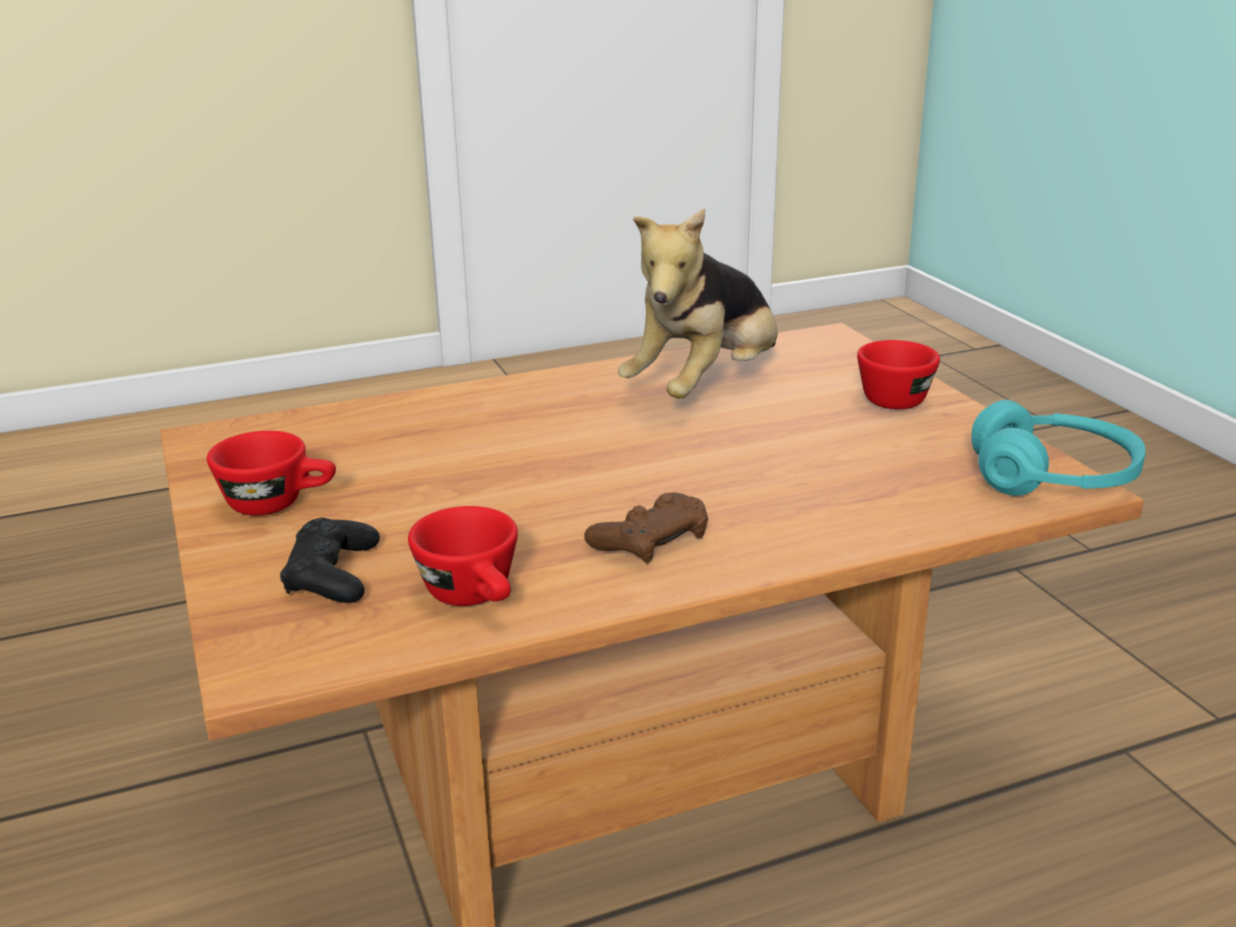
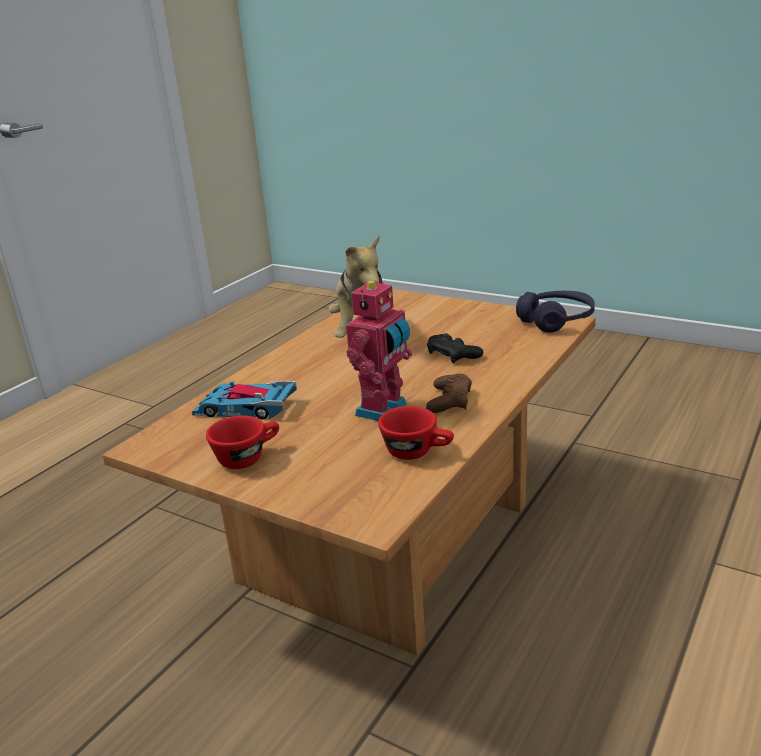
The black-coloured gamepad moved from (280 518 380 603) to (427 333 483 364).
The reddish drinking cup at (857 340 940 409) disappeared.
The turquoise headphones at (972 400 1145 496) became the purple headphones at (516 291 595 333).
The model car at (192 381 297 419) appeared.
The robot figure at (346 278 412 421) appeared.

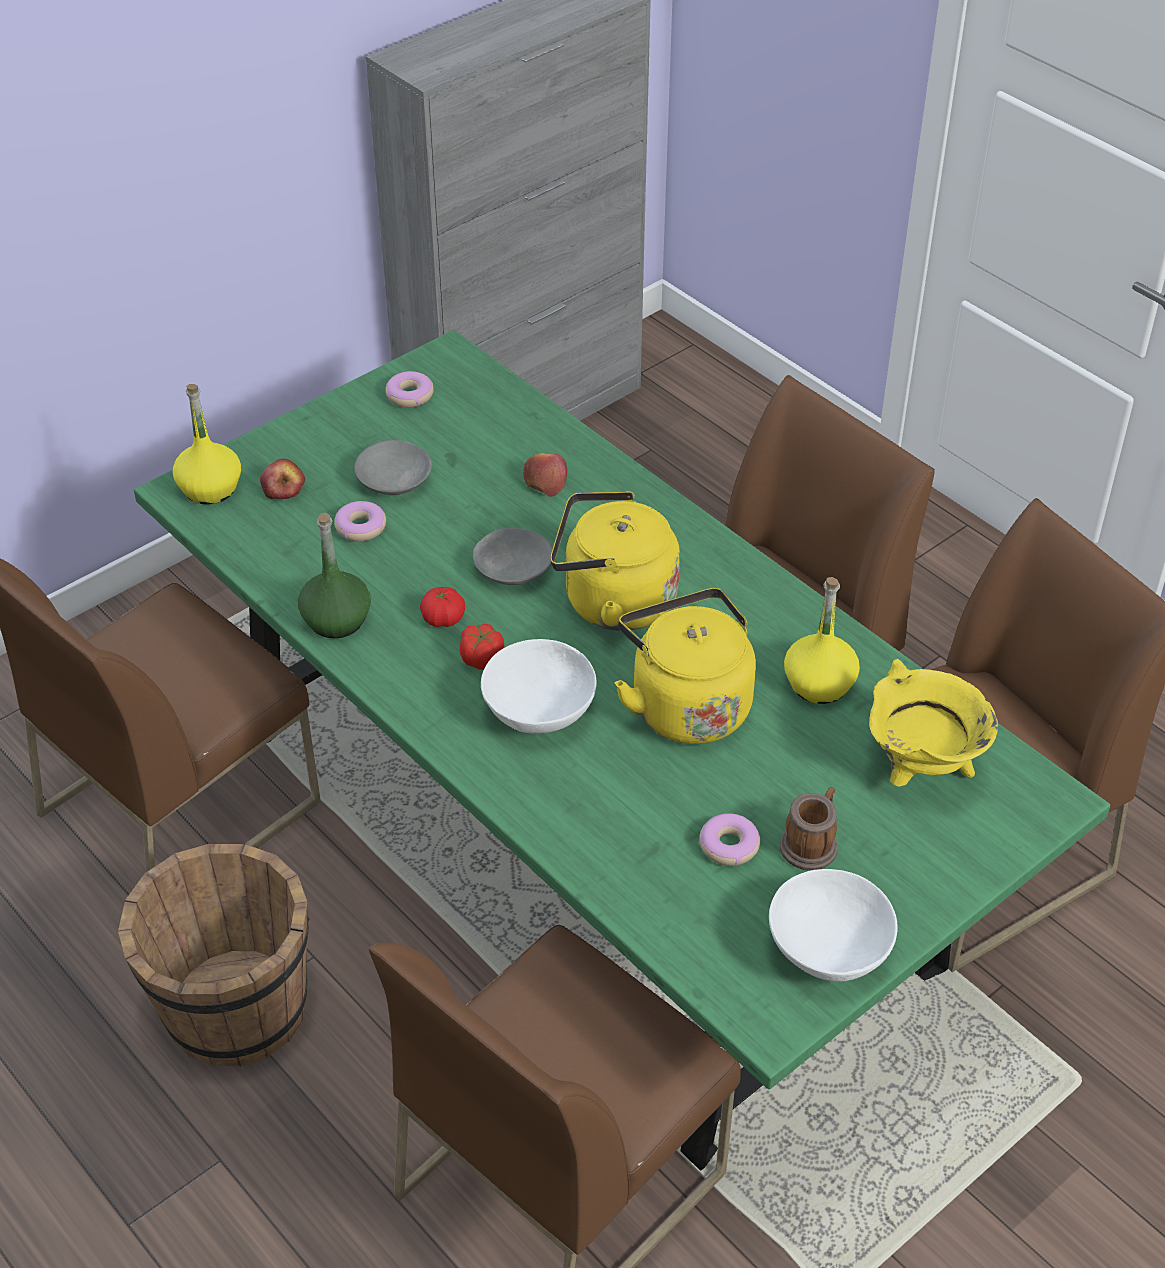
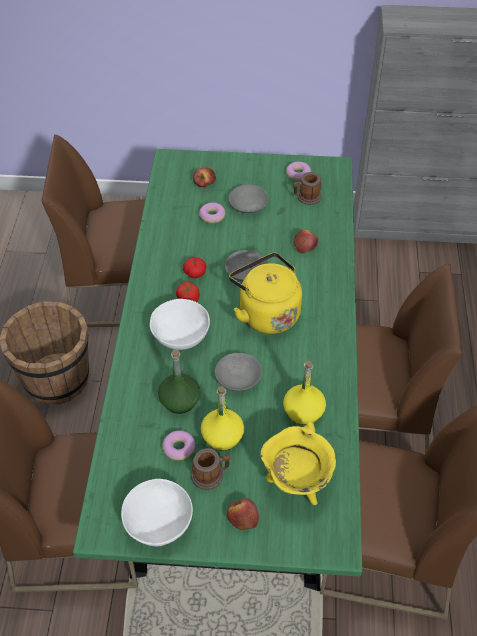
The yellow beverage bottle moved from (173 384 241 505) to (201 387 244 451).
The greenish beverage bottle moved from (298 513 371 638) to (158 350 200 414).
The yellow water kettle at (615 588 756 744) was replaced by the greyish deep dish at (215 353 262 391).
The apple fruit at (227 498 259 530) appeared.
The tea mug at (293 172 322 205) appeared.

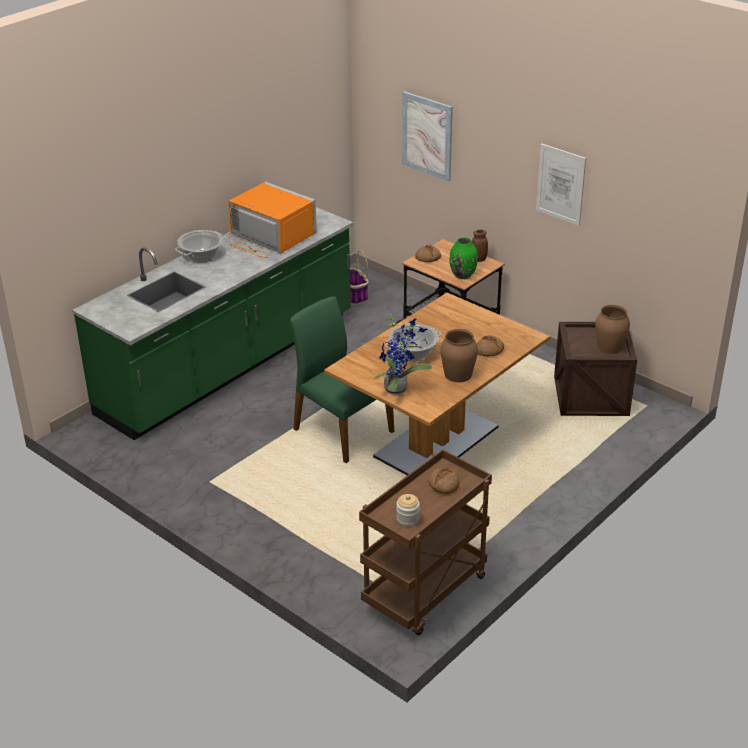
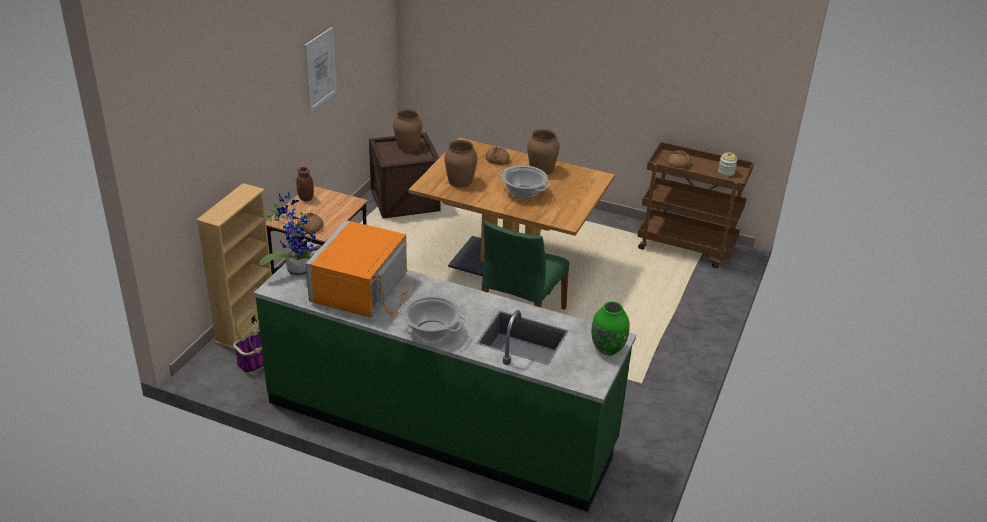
The plant in a pot moved from (375 313 432 395) to (259 192 321 276).
The wall art at (402 91 453 181) disappeared.
The greenish flower vase moved from (449 237 478 279) to (591 302 629 355).
The beige-coloured shelving unit at (196 183 272 350) appeared.
The brownish flower vase at (444 140 477 187) appeared.

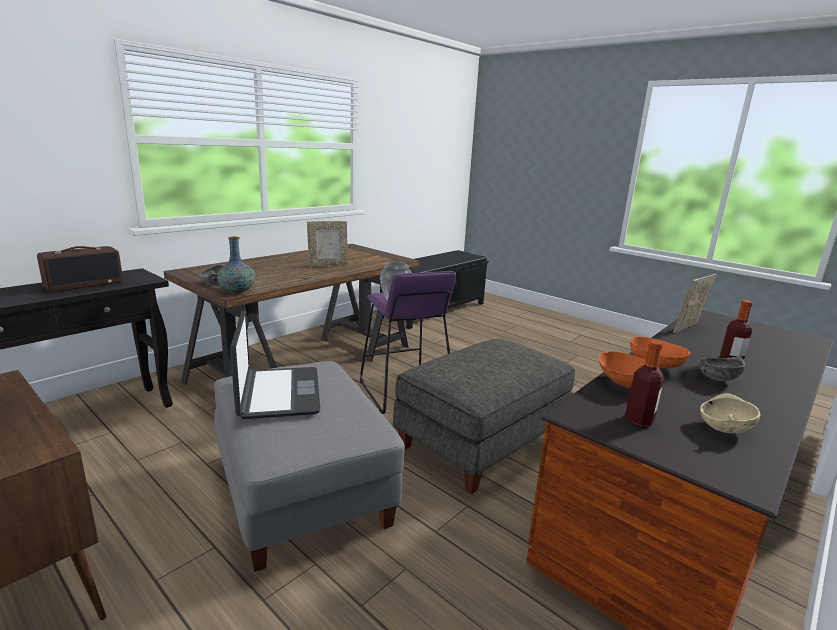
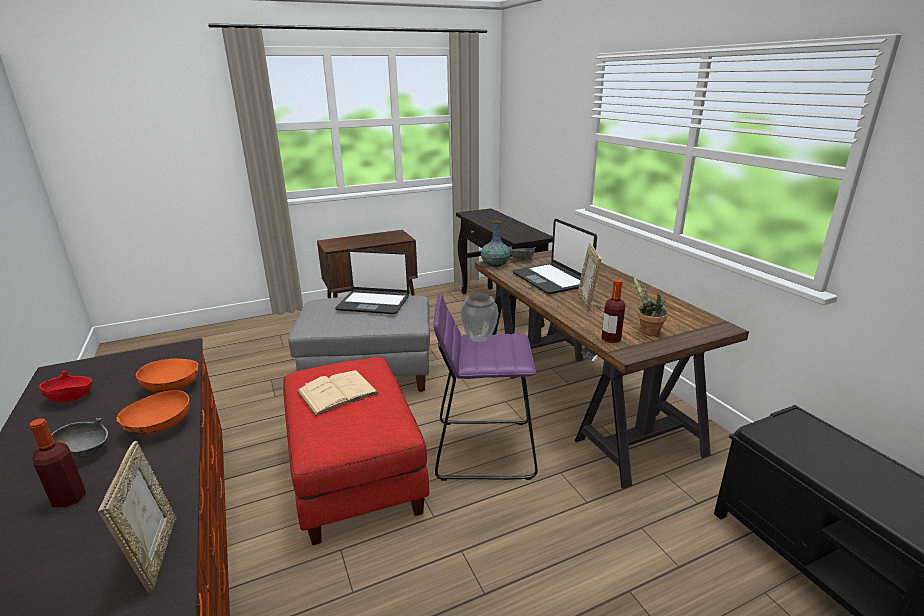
The radio set at (37 246 123 292) disappeared.
The greyish ottoman at (393 339 575 494) became the reddish ottoman at (283 357 429 545).
The beverage bottle moved from (625 341 664 426) to (601 279 625 343).
The beige-coloured deep dish at (700 393 761 433) became the reddish deep dish at (39 371 92 402).
The beige-coloured volume at (297 370 379 416) appeared.
The portable computer at (512 219 597 294) appeared.
The plant in a pot at (633 276 668 336) appeared.

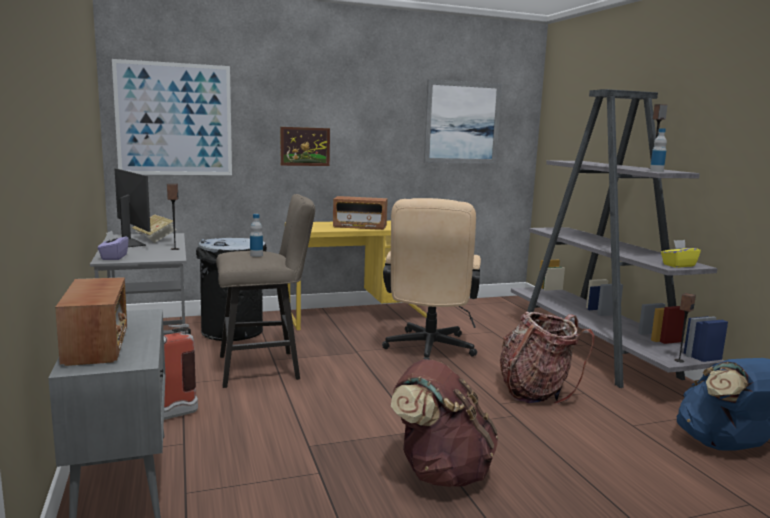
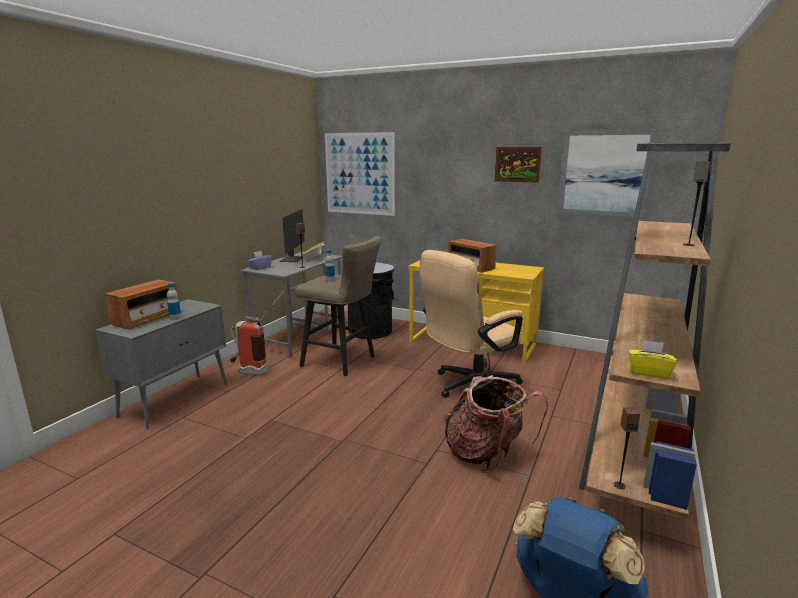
The wall art moved from (280 127 330 166) to (494 147 542 183).
The brownish backpack at (391 359 498 487) disappeared.
The greyish shelving unit at (511 89 728 388) became the brownish shelving unit at (579 143 731 520).
The beverage bottle moved from (650 128 667 172) to (167 283 182 320).

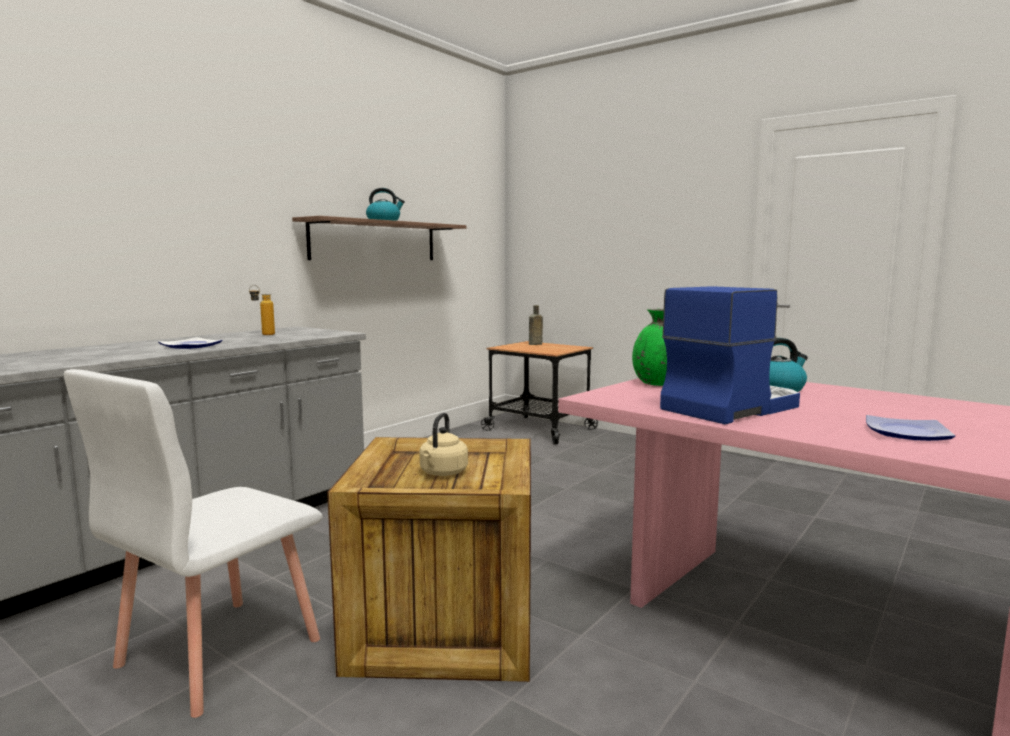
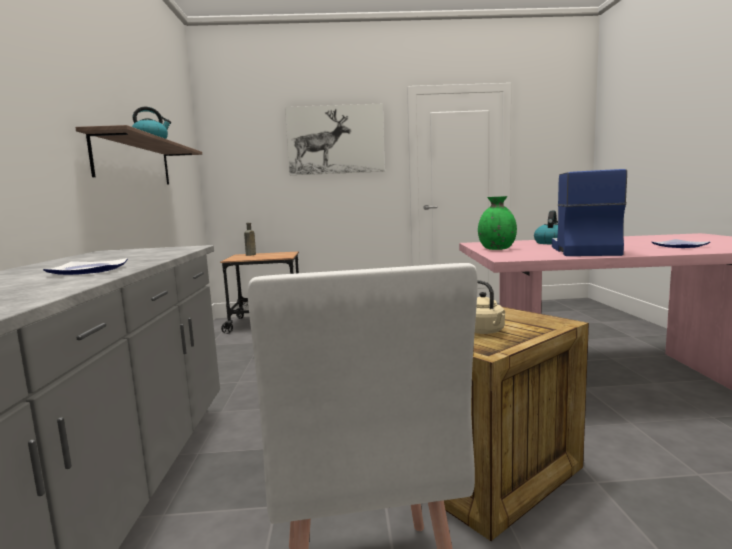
The beverage bottle at (249 285 275 335) disappeared.
The wall art at (285 104 385 175) appeared.

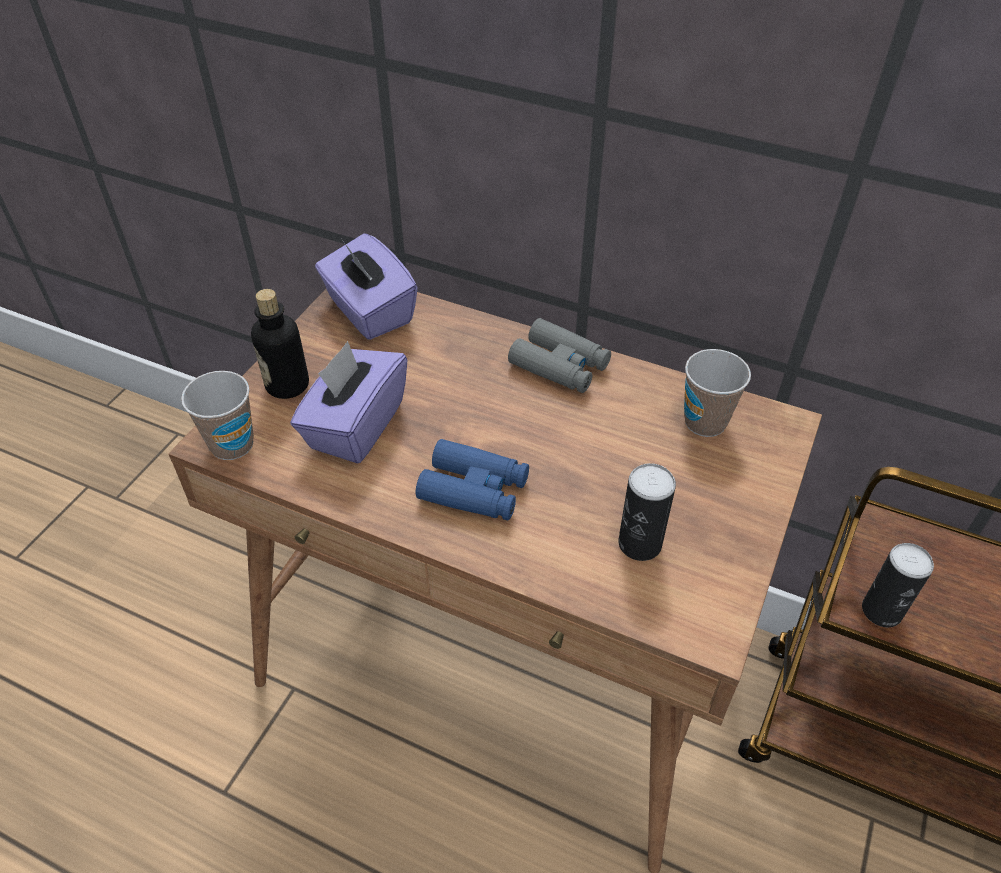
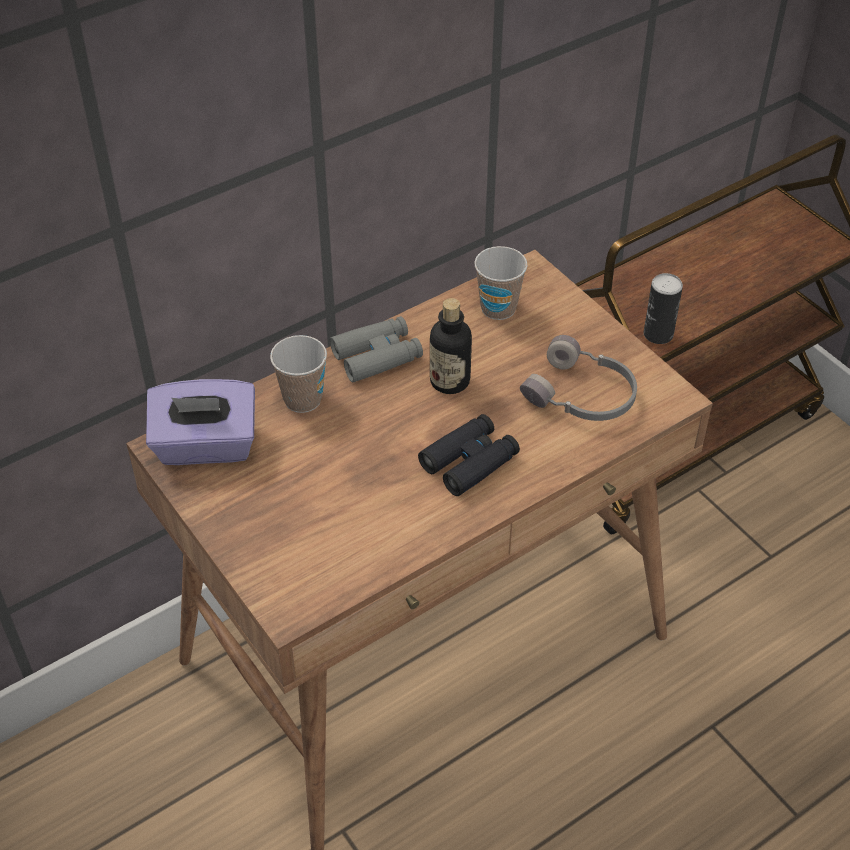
The drinking cup moved from (181 371 254 460) to (270 335 327 413).
The beverage bottle moved from (251 289 309 399) to (430 298 472 394).
The purple box of tissues at (290 341 407 464) disappeared.
The blue field glasses at (416 439 529 521) became the black-coloured field glasses at (418 414 520 496).
The can at (618 463 676 561) was replaced by the greyish headphones at (520 335 637 421).

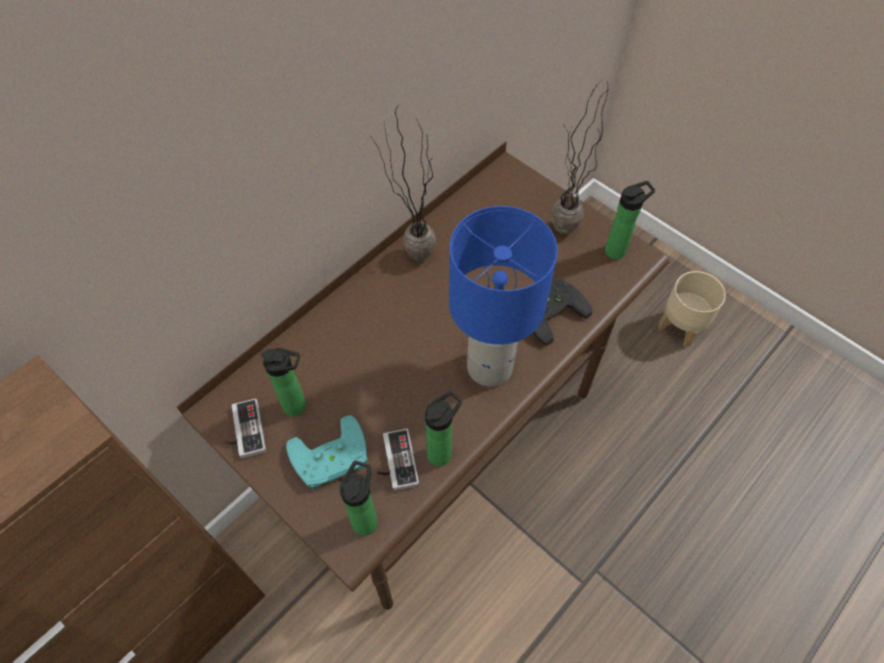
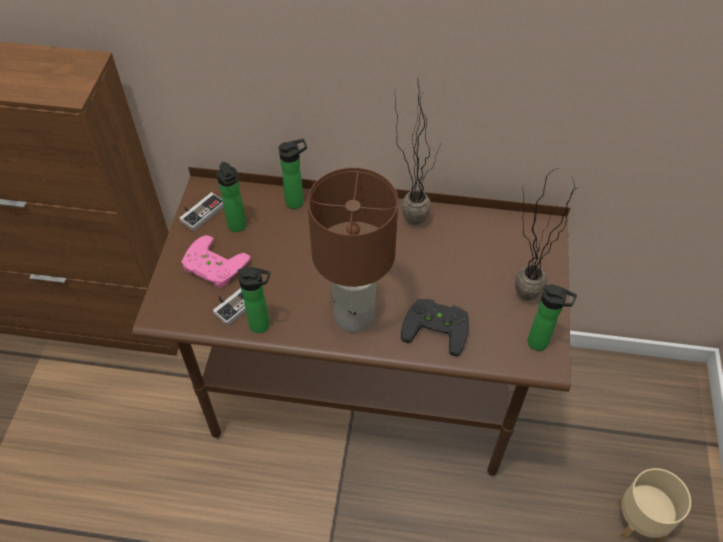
The turquoise gamepad at (286 415 367 490) became the pink-coloured gamepad at (182 235 251 289).
The beverage bottle moved from (340 460 378 536) to (278 139 307 209).
The blue tabletop lamp at (449 206 558 387) became the brownish tabletop lamp at (307 167 398 332).

